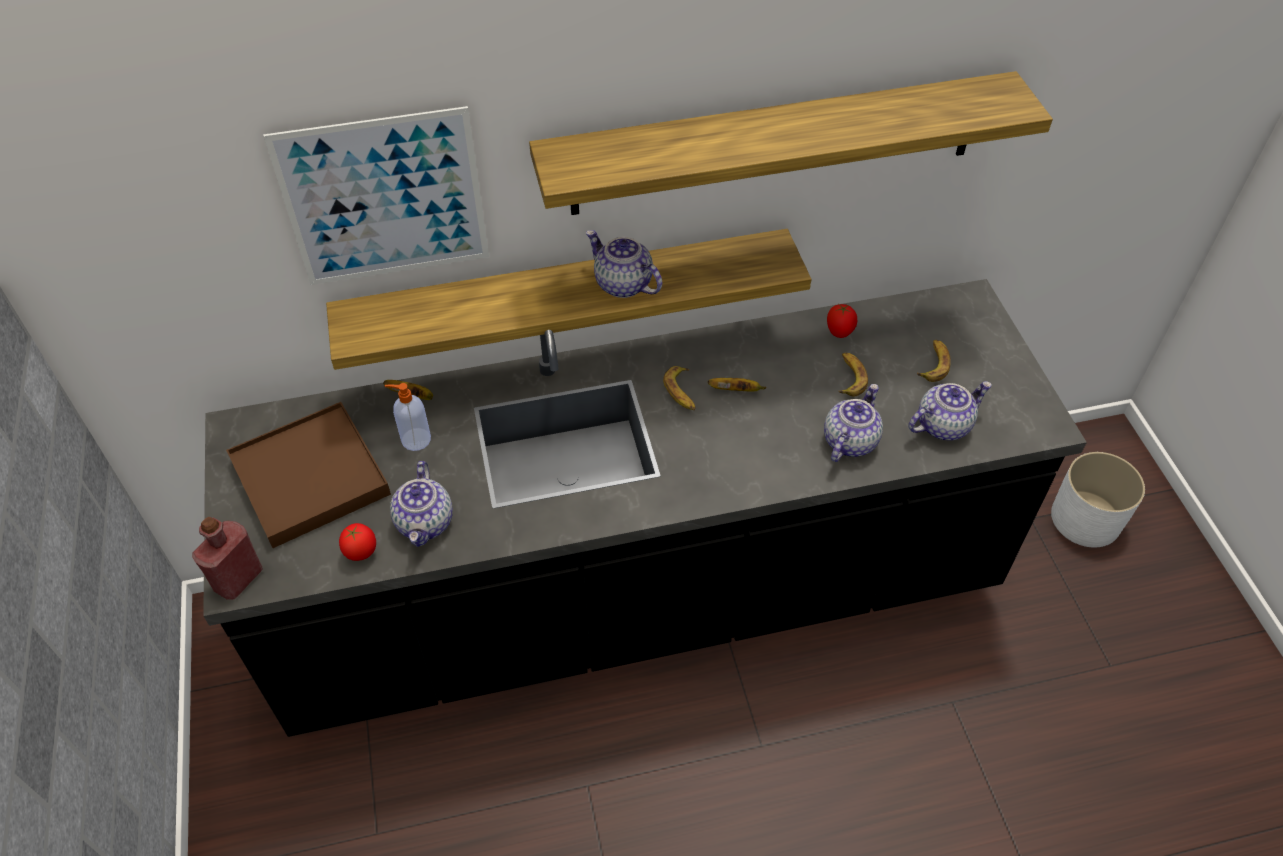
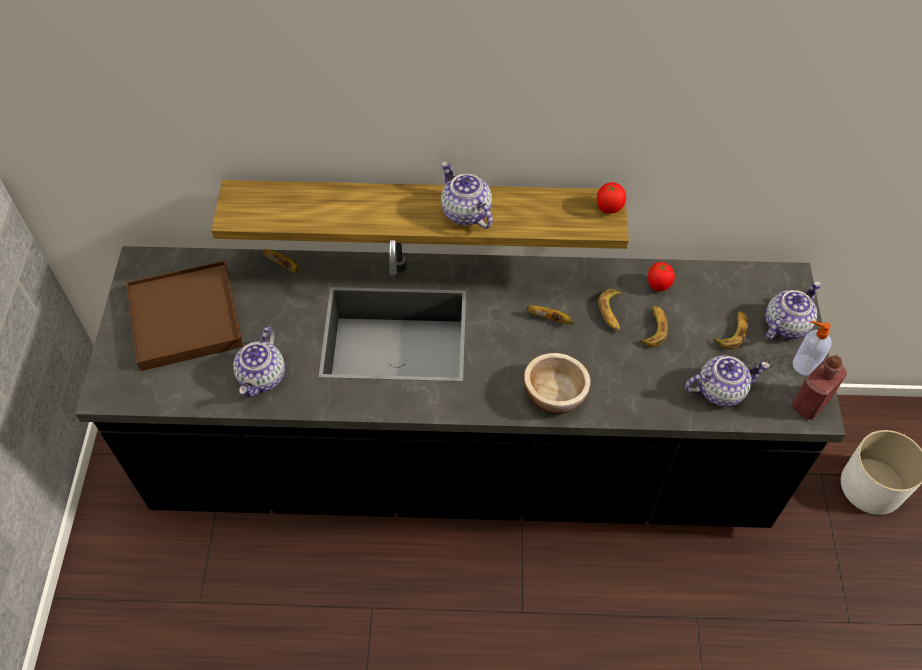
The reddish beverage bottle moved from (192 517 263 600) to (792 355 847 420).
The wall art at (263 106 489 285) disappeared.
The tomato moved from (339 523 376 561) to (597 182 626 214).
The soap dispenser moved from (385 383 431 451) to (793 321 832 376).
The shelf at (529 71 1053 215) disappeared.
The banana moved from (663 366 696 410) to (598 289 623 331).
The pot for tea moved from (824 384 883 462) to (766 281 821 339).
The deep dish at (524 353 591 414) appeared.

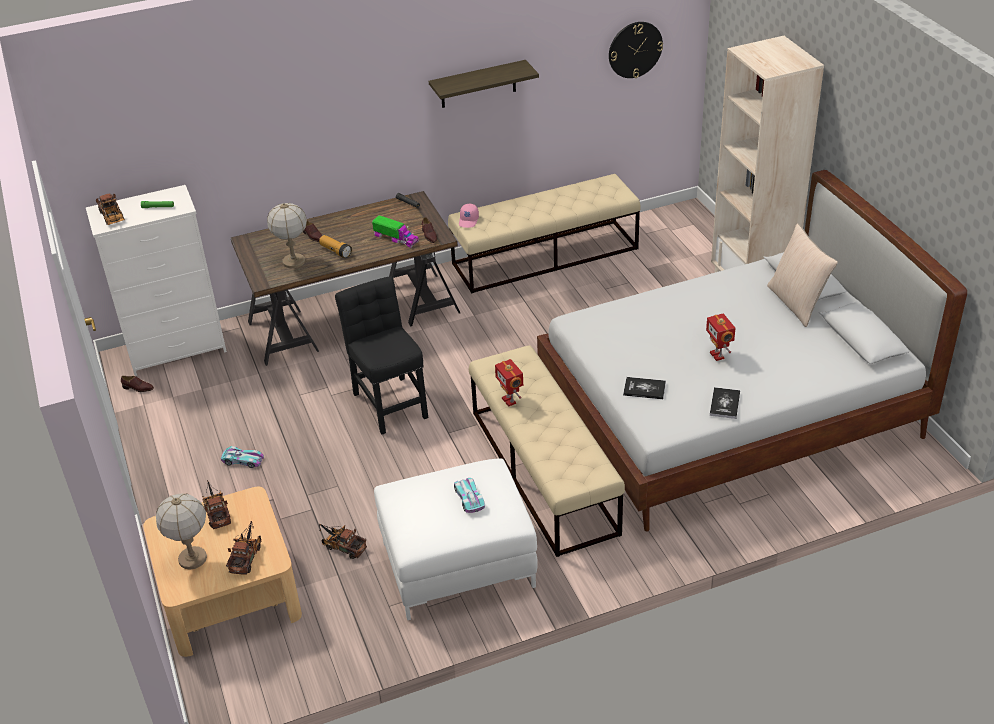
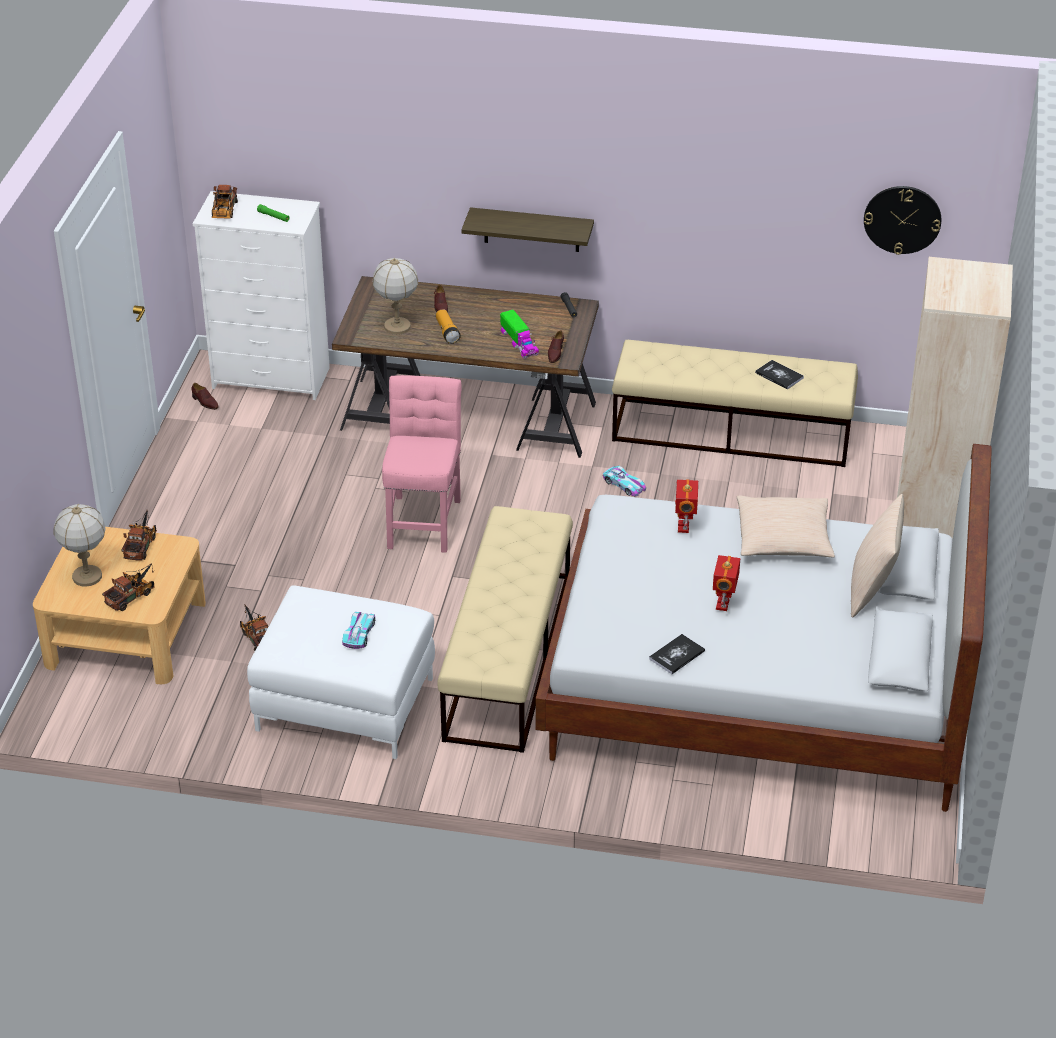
The model car moved from (221 446 264 468) to (603 466 646 497).
The black-coloured upright chair at (335 276 428 434) became the pink-coloured upright chair at (382 375 462 553).
The shelf moved from (429 60 539 108) to (461 207 594 252).
The pink-coloured peaked cap at (459 204 479 228) disappeared.
The robot figure moved from (495 359 523 407) to (675 479 698 533).
The volume moved from (623 377 666 399) to (755 360 804 390).
The beige-coloured pillow at (737 495 835 557) appeared.

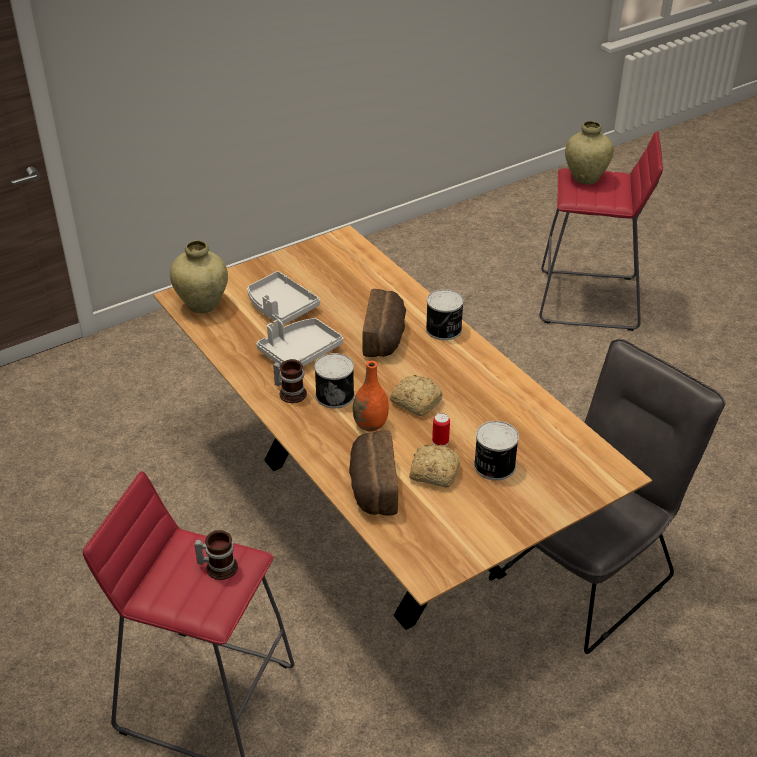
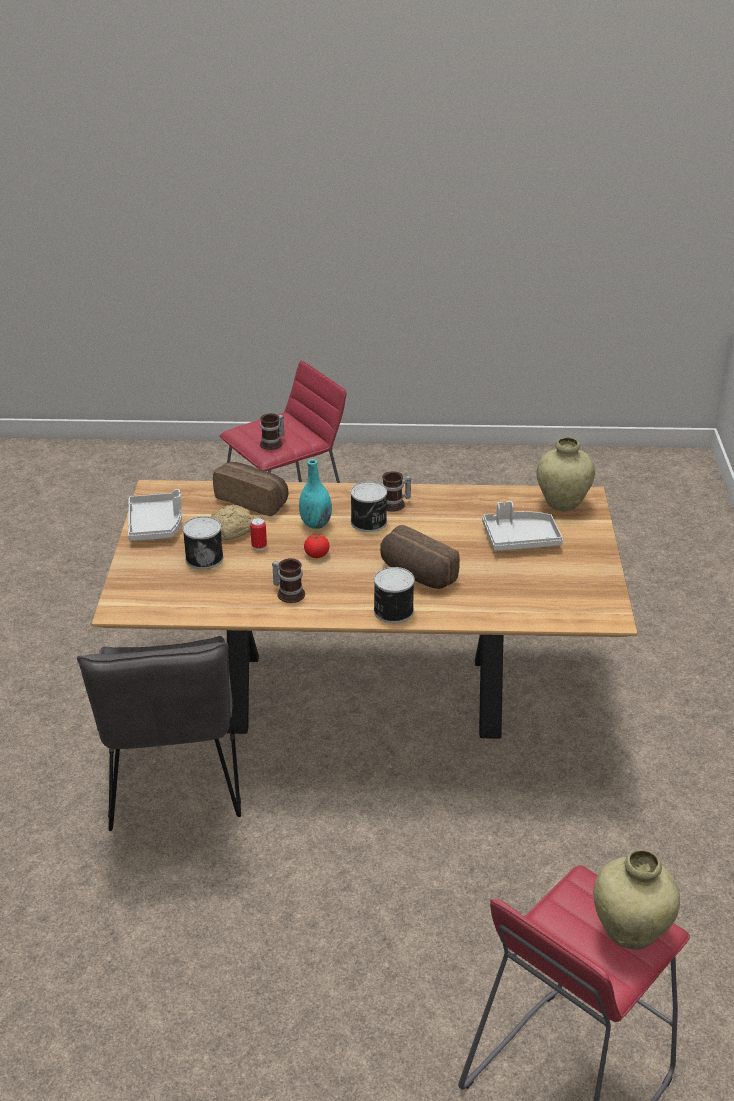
The greyish tray moved from (257 318 343 366) to (128 489 182 541).
The orange flower vase at (353 361 389 431) became the turquoise flower vase at (299 459 332 529).
The bread at (390 375 442 416) was replaced by the tomato at (304 535 330 558).
The tea mug at (272 558 305 603) appeared.

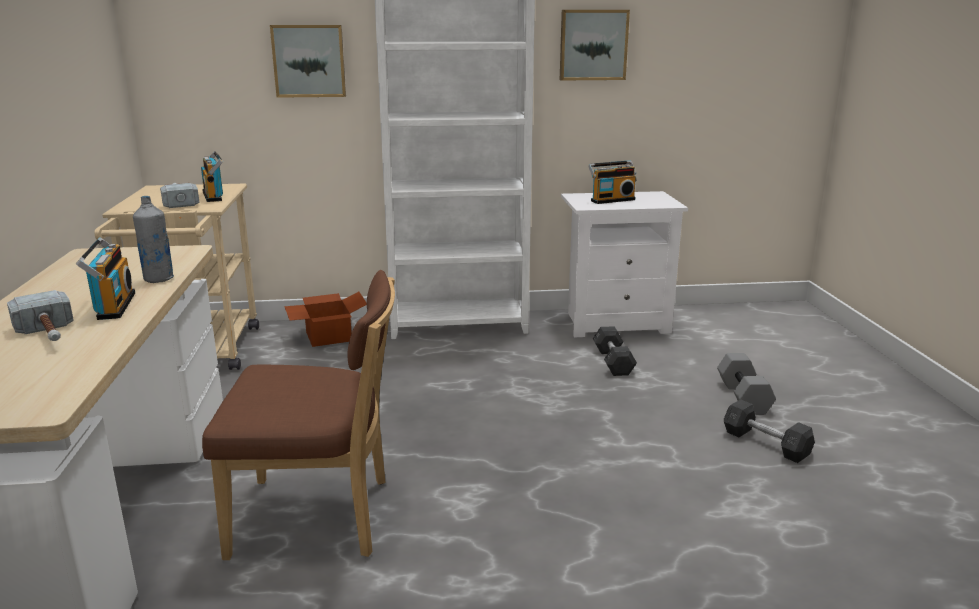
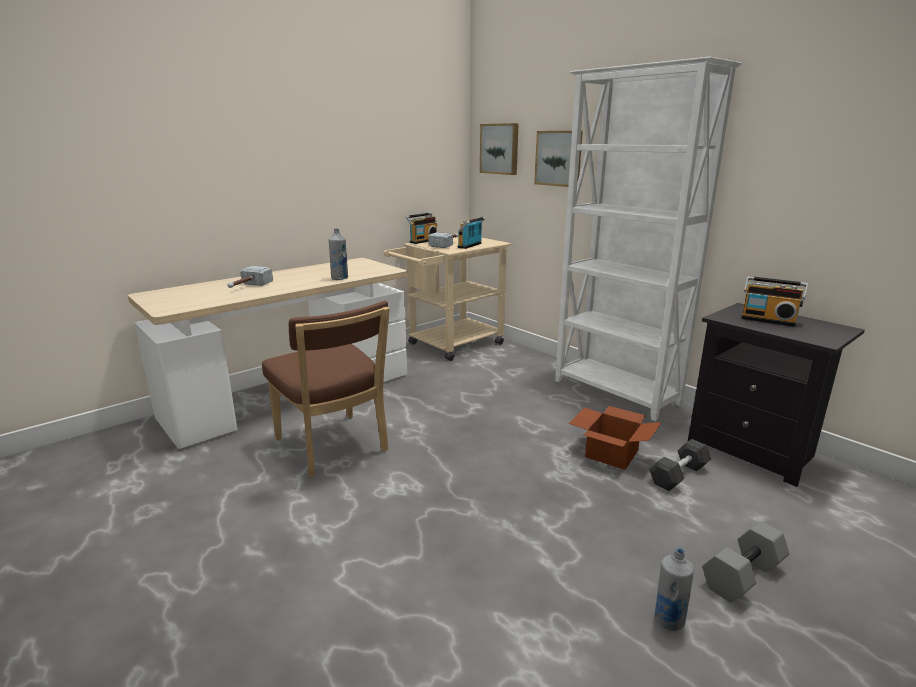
The radio set moved from (76 237 135 320) to (406 212 437 244).
The packing box moved from (284 292 367 347) to (569 406 662 470).
The wall art moved from (560 10 630 80) to (480 123 519 175).
The whitish bedside table at (561 191 688 337) became the black-coloured bedside table at (687 303 865 487).
The greyish free weight at (724 399 815 463) was replaced by the greyish beverage bottle at (655 548 694 631).

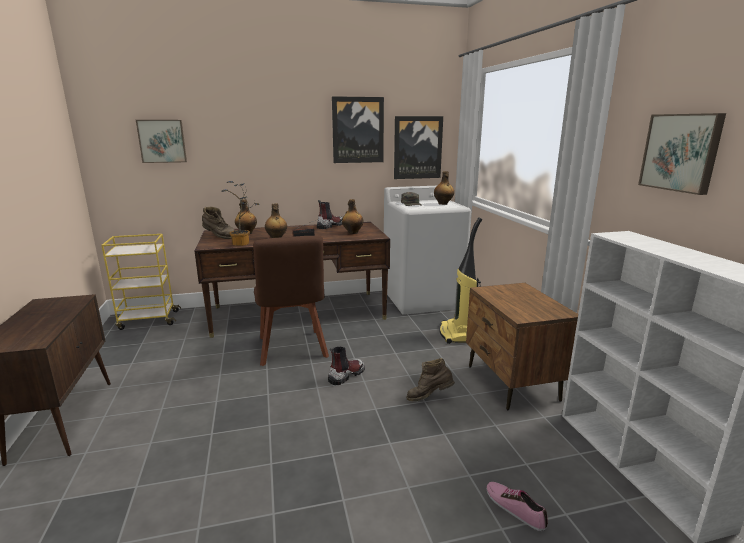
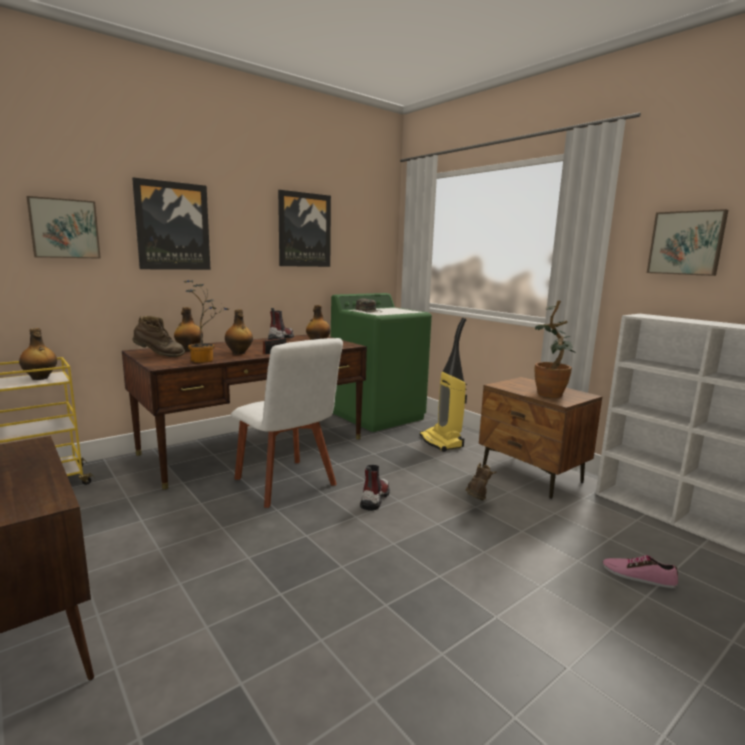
The brownish upright chair at (253 236 329 366) became the whitish upright chair at (231 338 343 508).
The whitish laundry appliance at (384 186 471 315) became the greenish laundry appliance at (331 293 432 432).
The wall art moved from (394 116 443 179) to (132 177 211 270).
The brownish high-top boot at (406 358 455 401) turned 135 degrees clockwise.
The beverage bottle moved from (434 171 454 205) to (19 328 57 380).
The plant in a pot at (535 301 576 398) appeared.

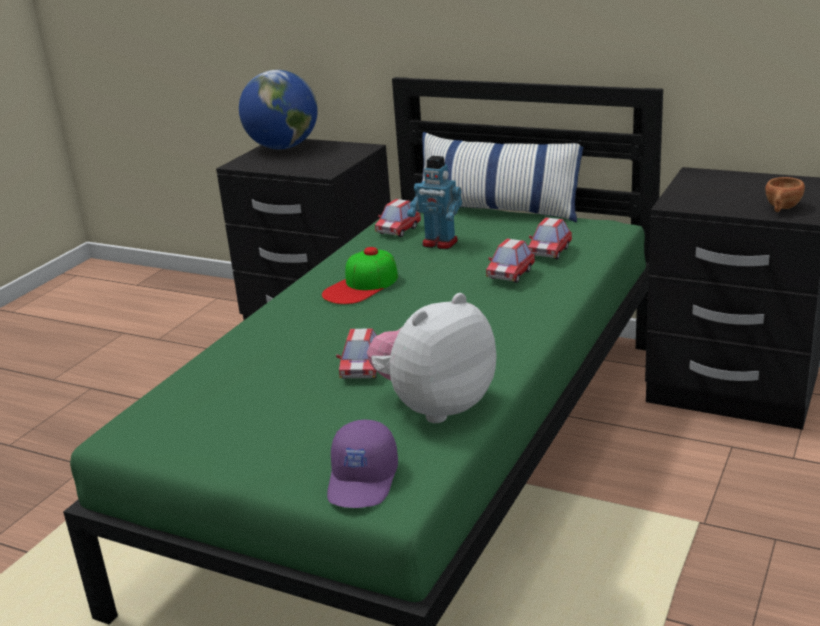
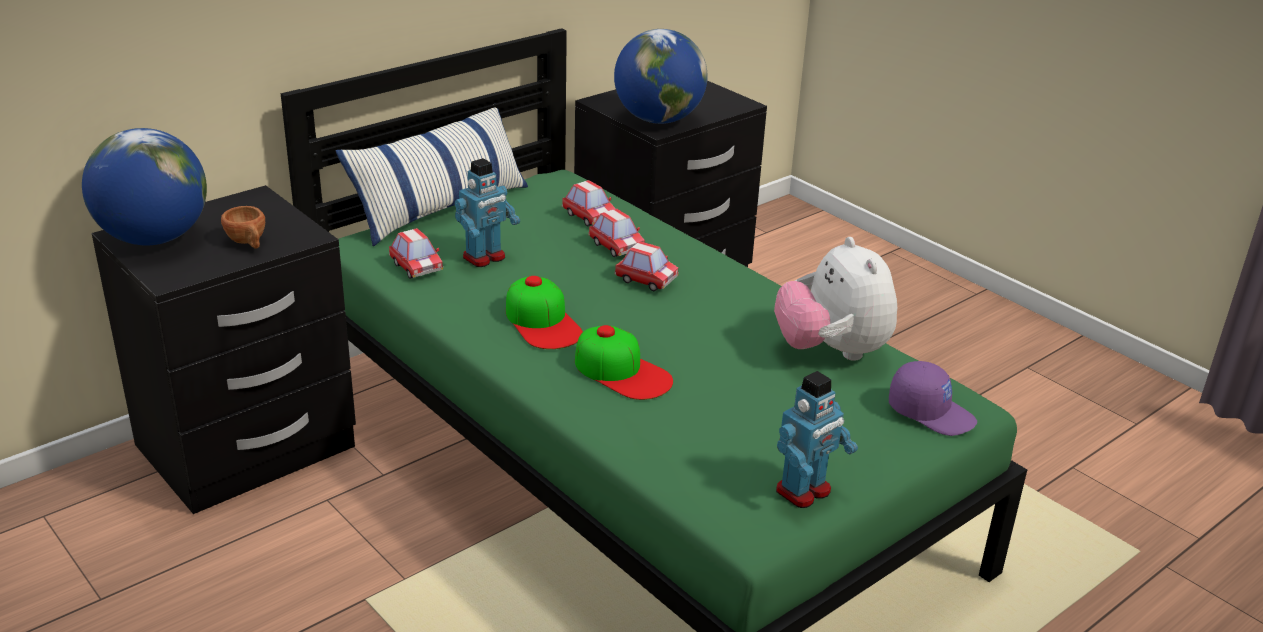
The model car moved from (336 328 377 379) to (615 241 679 291).
The brownish drinking cup moved from (765 177 805 212) to (221 206 265 249).
The peaked cap at (575 325 673 400) appeared.
The globe at (614 29 708 124) appeared.
The robot figure at (776 371 858 508) appeared.

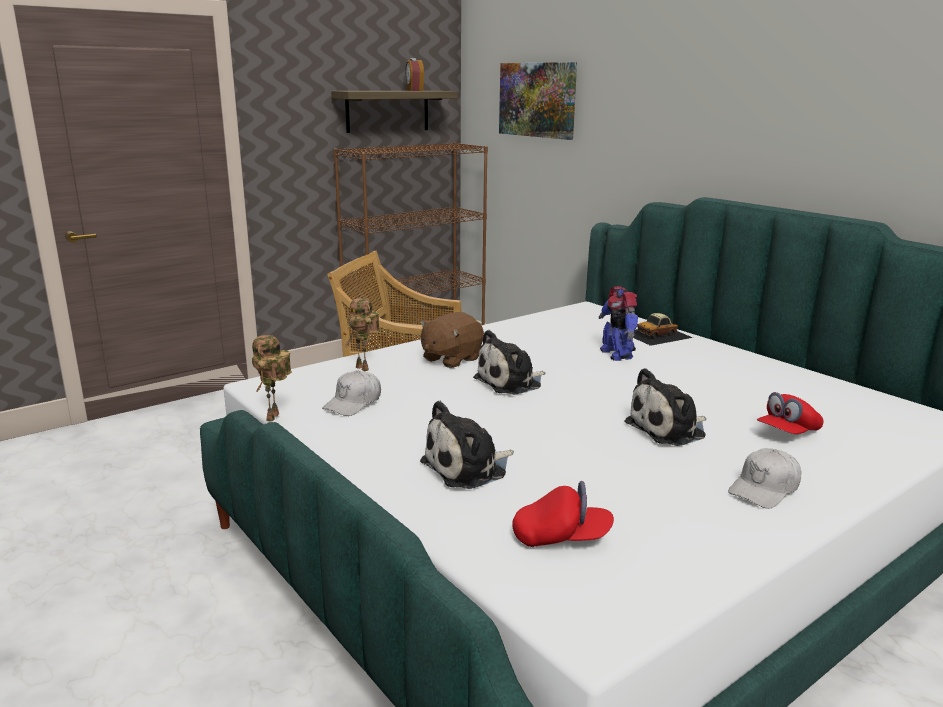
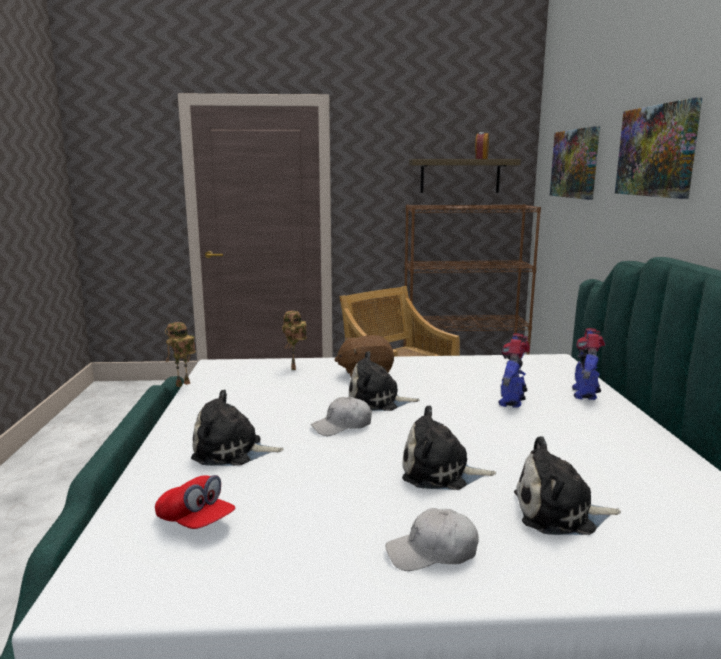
The whitish peaked cap moved from (322 371 381 416) to (311 397 372 436).
The model car at (633 313 693 346) was replaced by the robot figure at (572 328 605 400).
The reddish peaked cap at (757 392 824 434) was replaced by the soft toy at (514 436 621 535).
The wall art at (615 98 702 199) appeared.

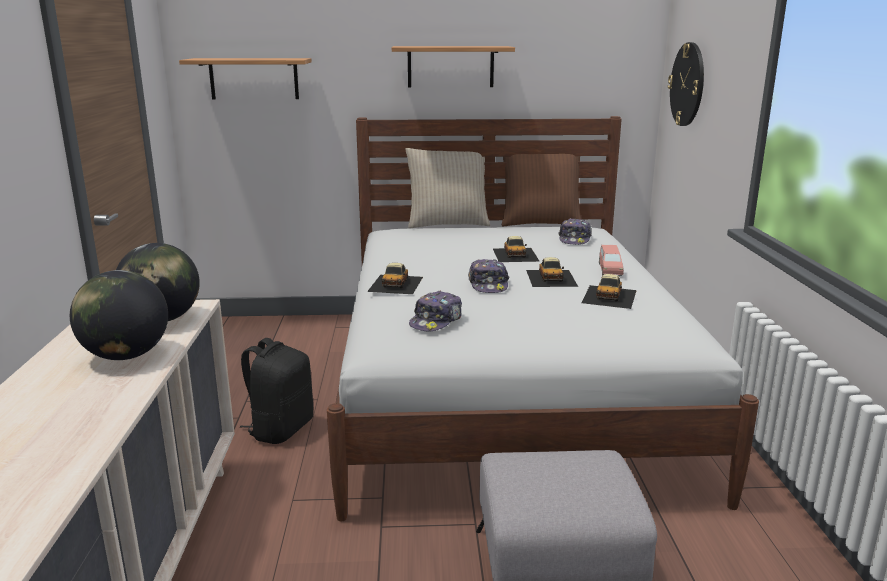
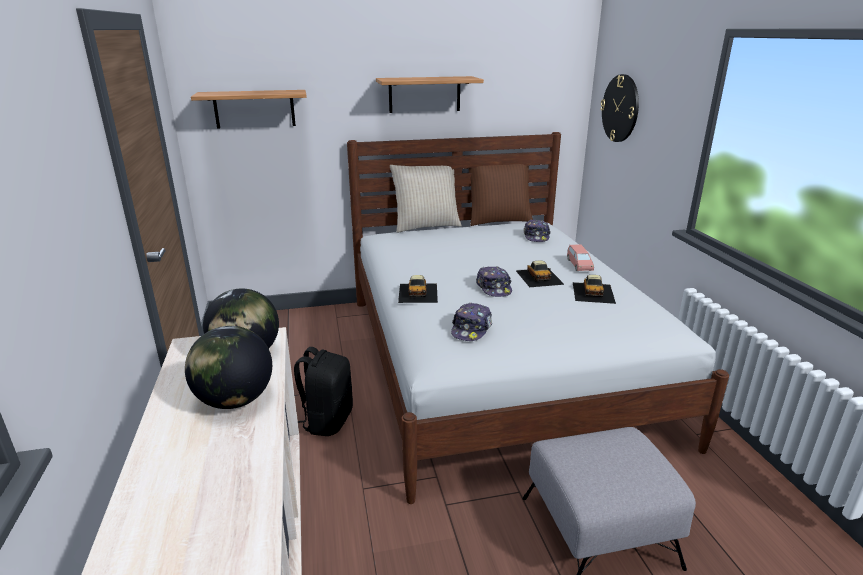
The model car at (493 236 540 262) disappeared.

